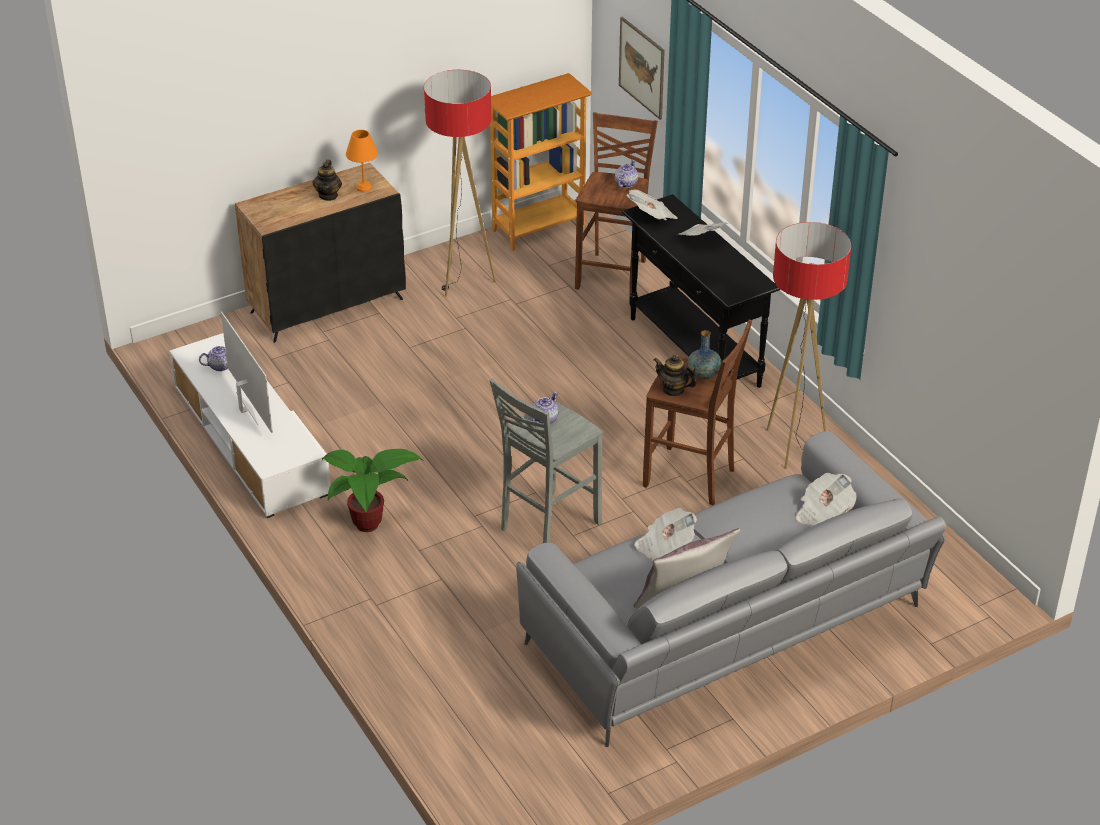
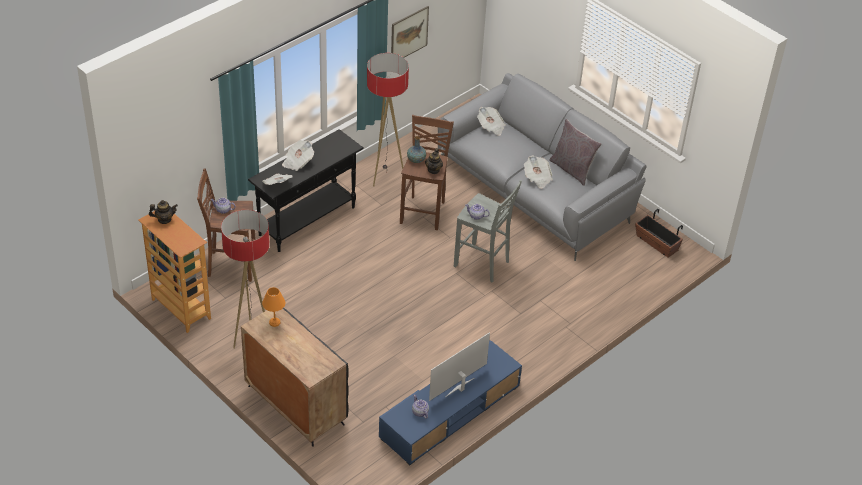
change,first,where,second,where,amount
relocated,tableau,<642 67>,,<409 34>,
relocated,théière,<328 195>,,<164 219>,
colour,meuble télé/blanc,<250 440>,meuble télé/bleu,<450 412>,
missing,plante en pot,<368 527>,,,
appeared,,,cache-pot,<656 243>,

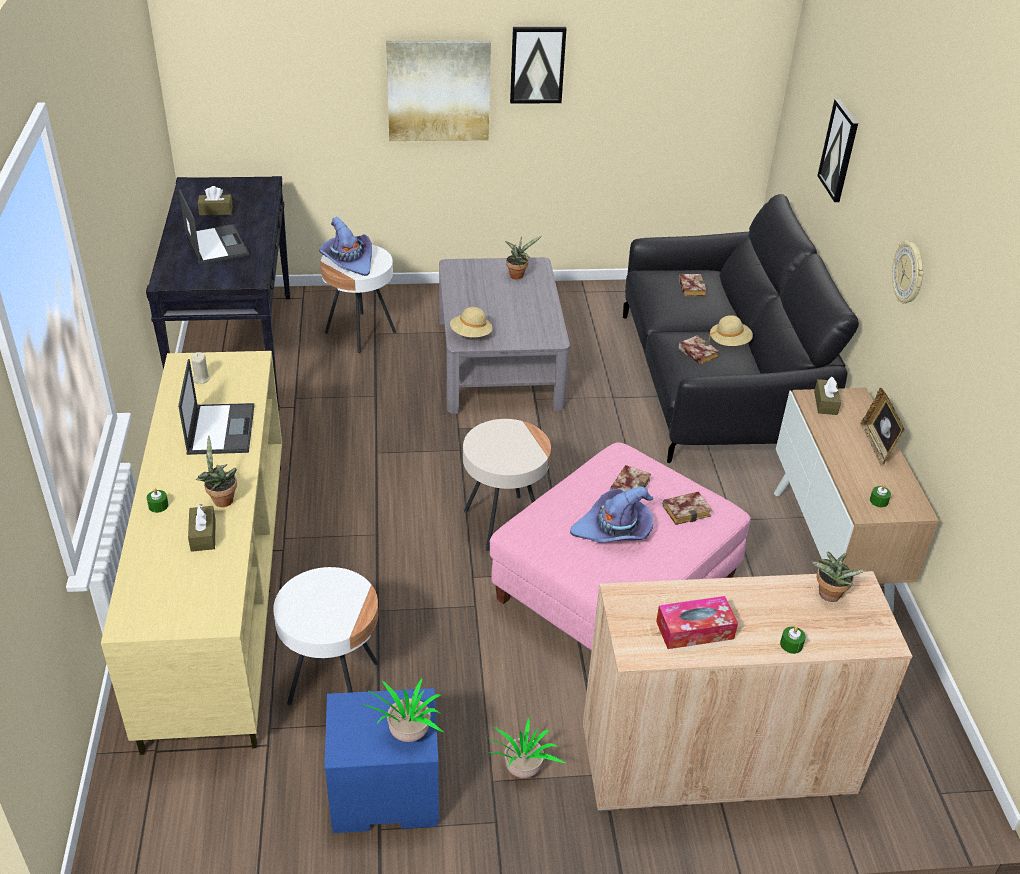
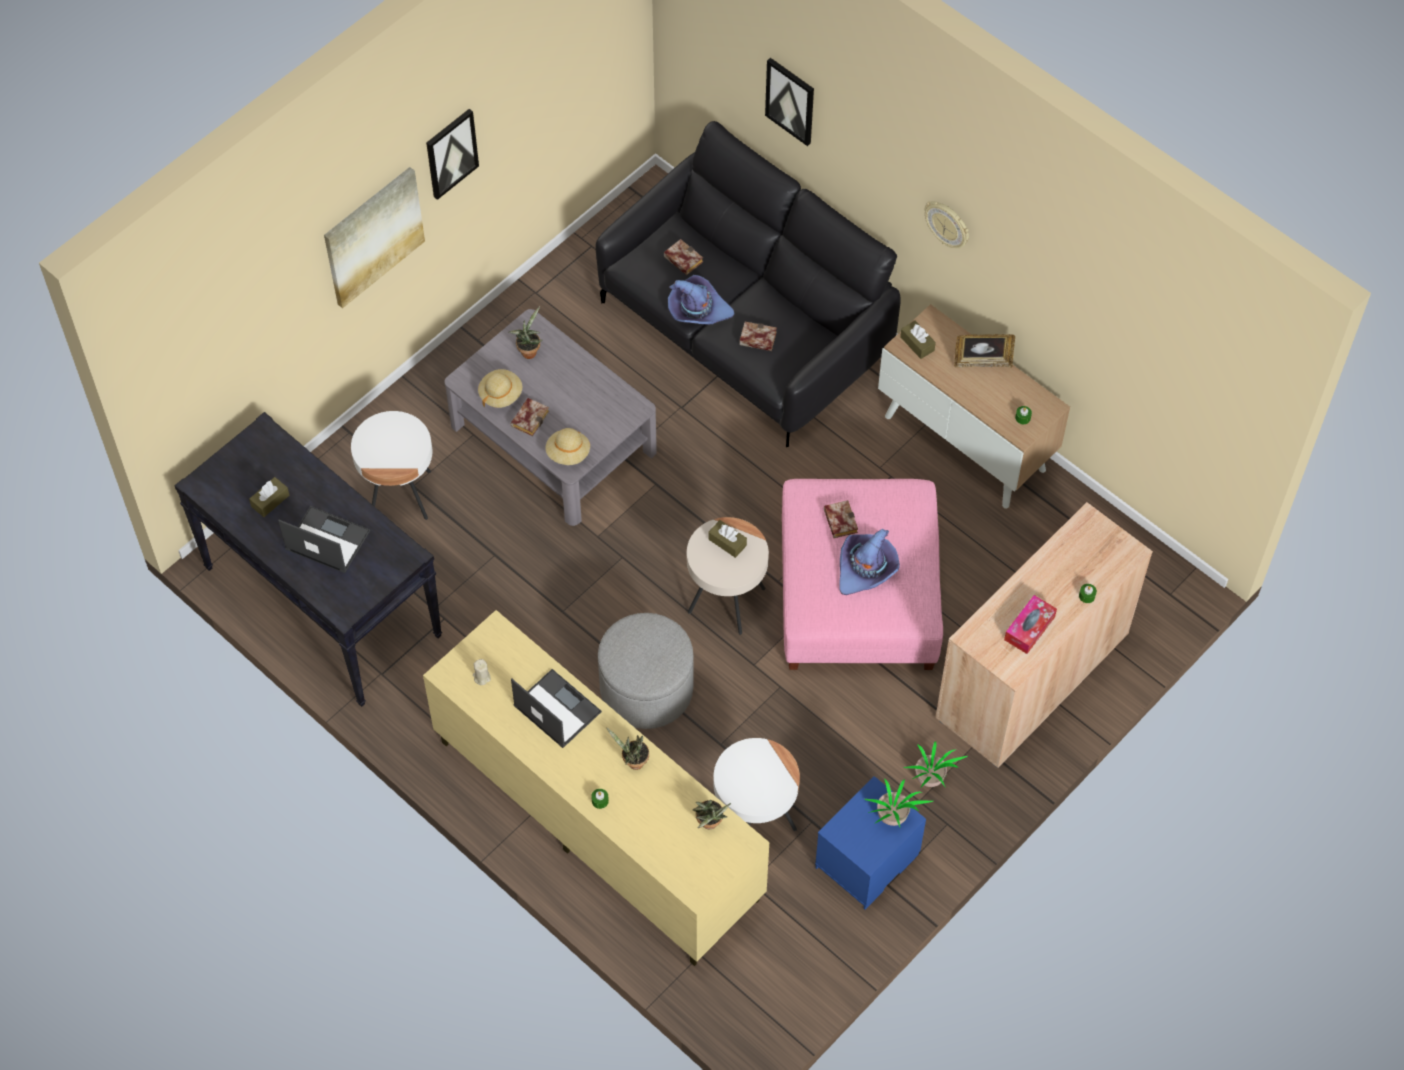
change,first,where,second,where,amount
relocated,chapeau/violet,<348 261>,,<697 310>,
relocated,chapeau/beige,<729 342>,,<500 394>,
spun,cadre photo,<877 445>,,<982 362>,45 degrees counterclockwise
relocated,livre,<687 510>,,<529 417>,
relocated,boîte à mouchoirs/marron,<203 535>,,<727 542>,
relocated,plante en pot,<828 596>,,<709 824>,
appeared,,,pouf/gris,<646 689>,

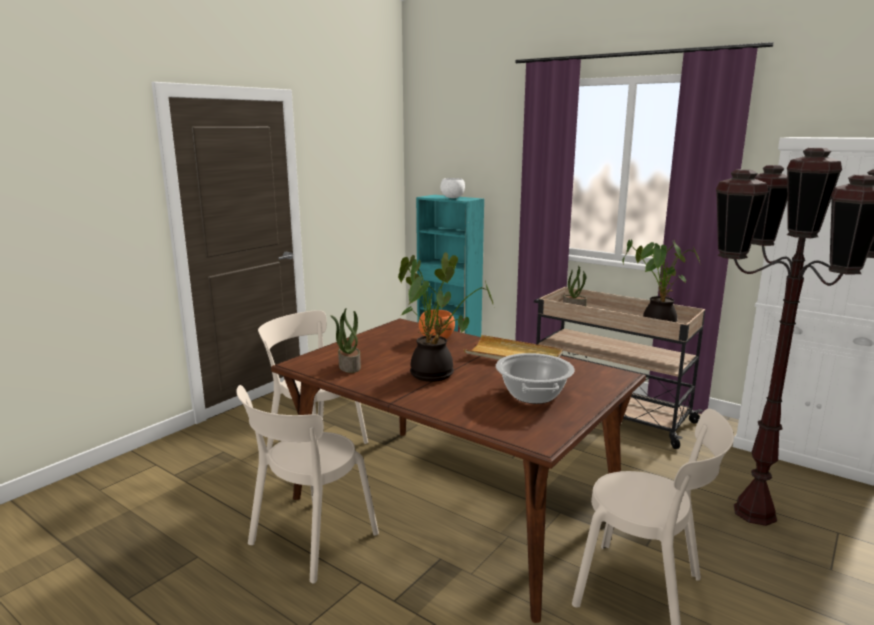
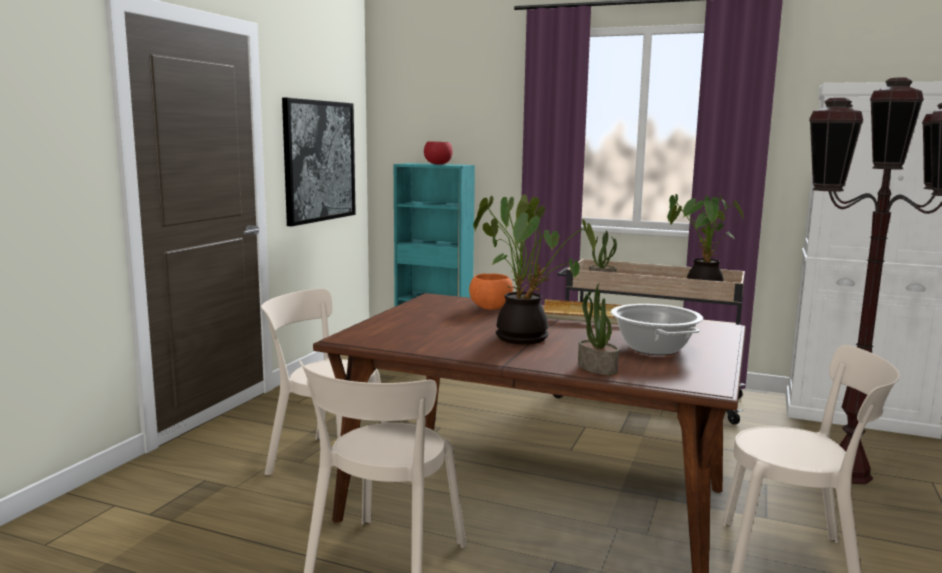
change,first,where,second,where,amount
colour,bol/blanc,<453 197>,bol/rouge,<438 164>,
relocated,plante en pot,<349 366>,,<596 368>,
appeared,,,tableau,<319 161>,

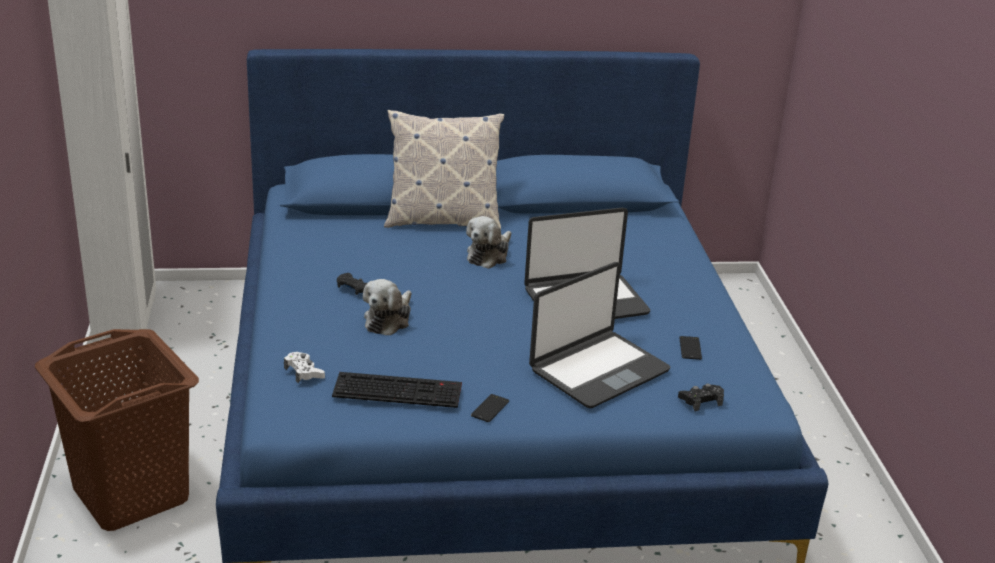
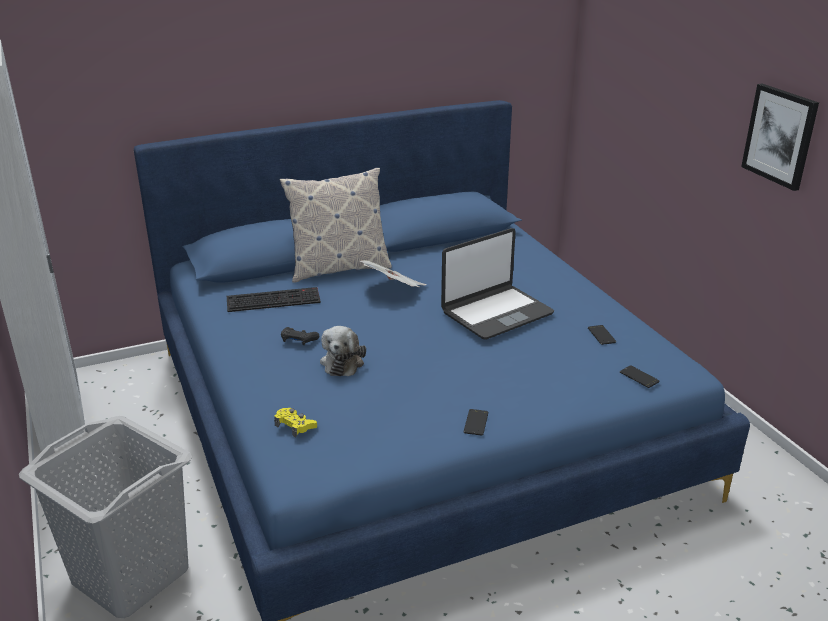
change,first,where,second,where,amount
exchanged,peluche,<489 255>,journal,<394 290>,
missing,ordinateur portable,<598 370>,,,
colour,panier à linge/marron,<131 494>,panier à linge/gris,<131 574>,
colour,manette/blanc,<304 372>,manette/jaune,<295 426>,
relocated,clavier,<399 390>,,<274 299>,
exchanged,manette/noir,<701 401>,téléphone,<639 377>,
appeared,,,tableau,<780 136>,

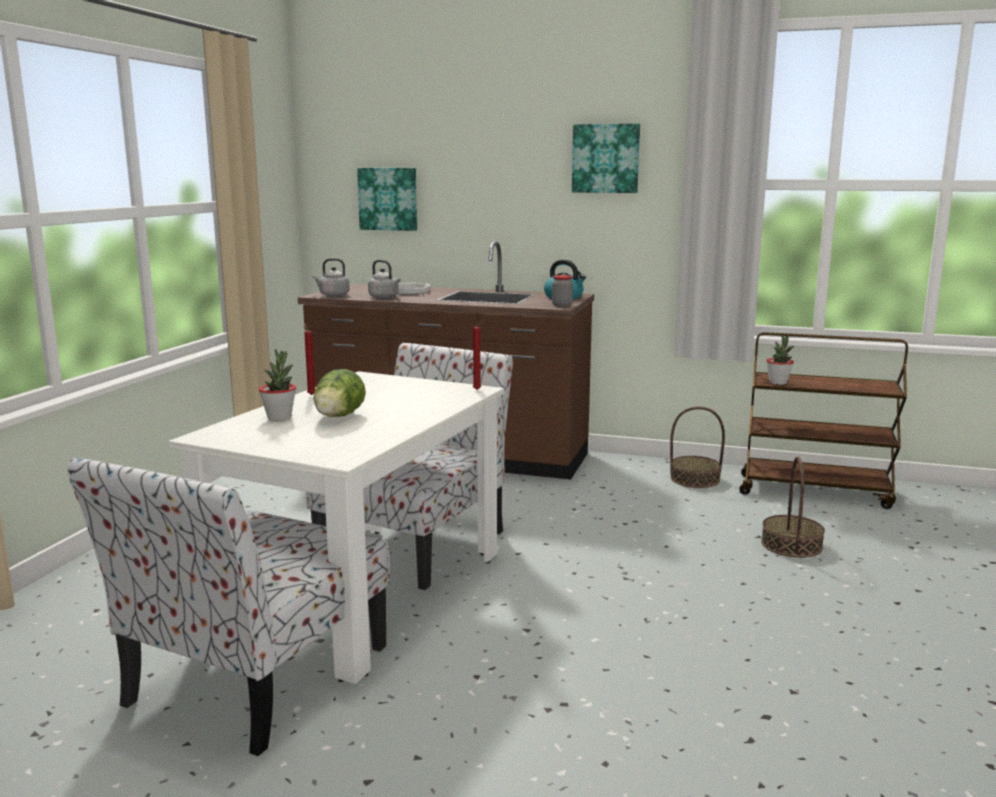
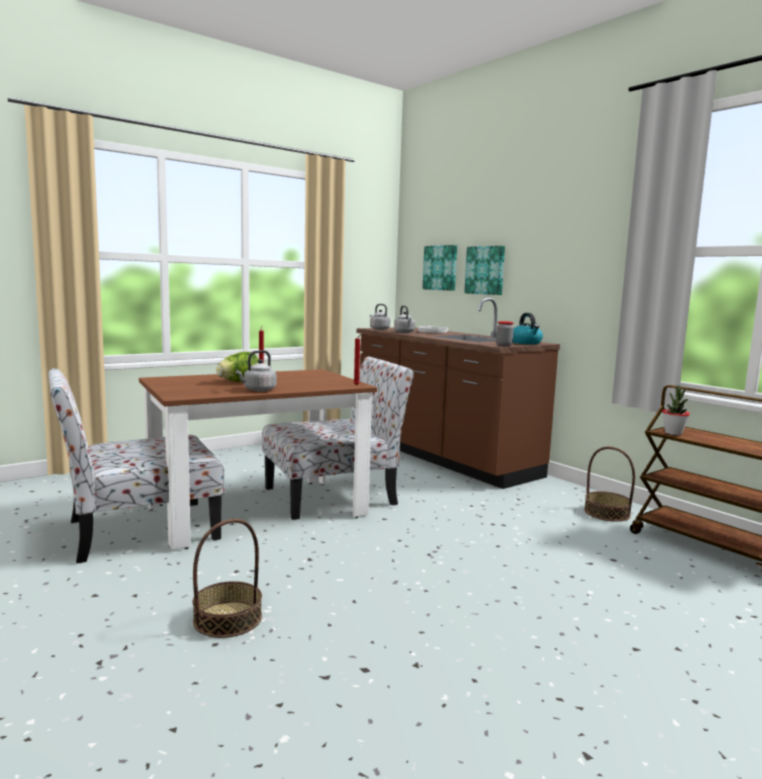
change,first,where,second,where,amount
relocated,tableau,<606 158>,,<485 270>,
missing,plante en pot,<279 418>,,,
colour,table à manger/blanc,<362 594>,table à manger/marron,<257 511>,
relocated,panier,<791 545>,,<227 619>,
appeared,,,bouilloire/gris,<258 390>,

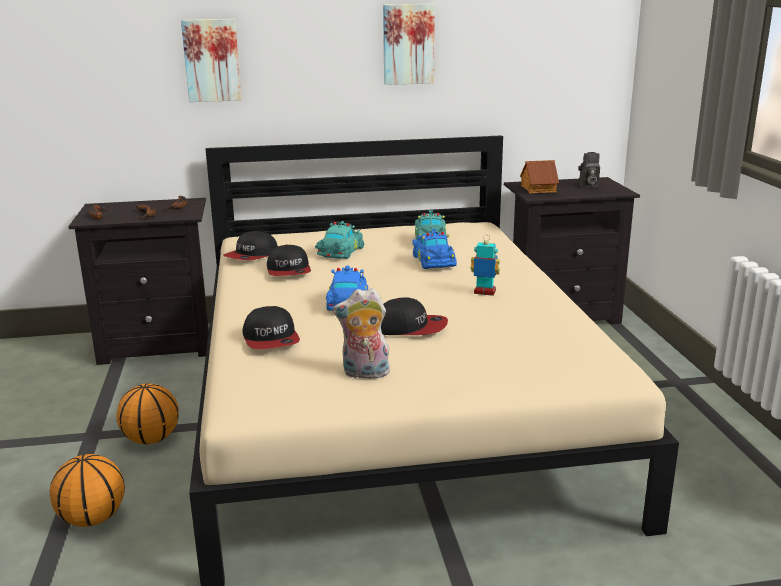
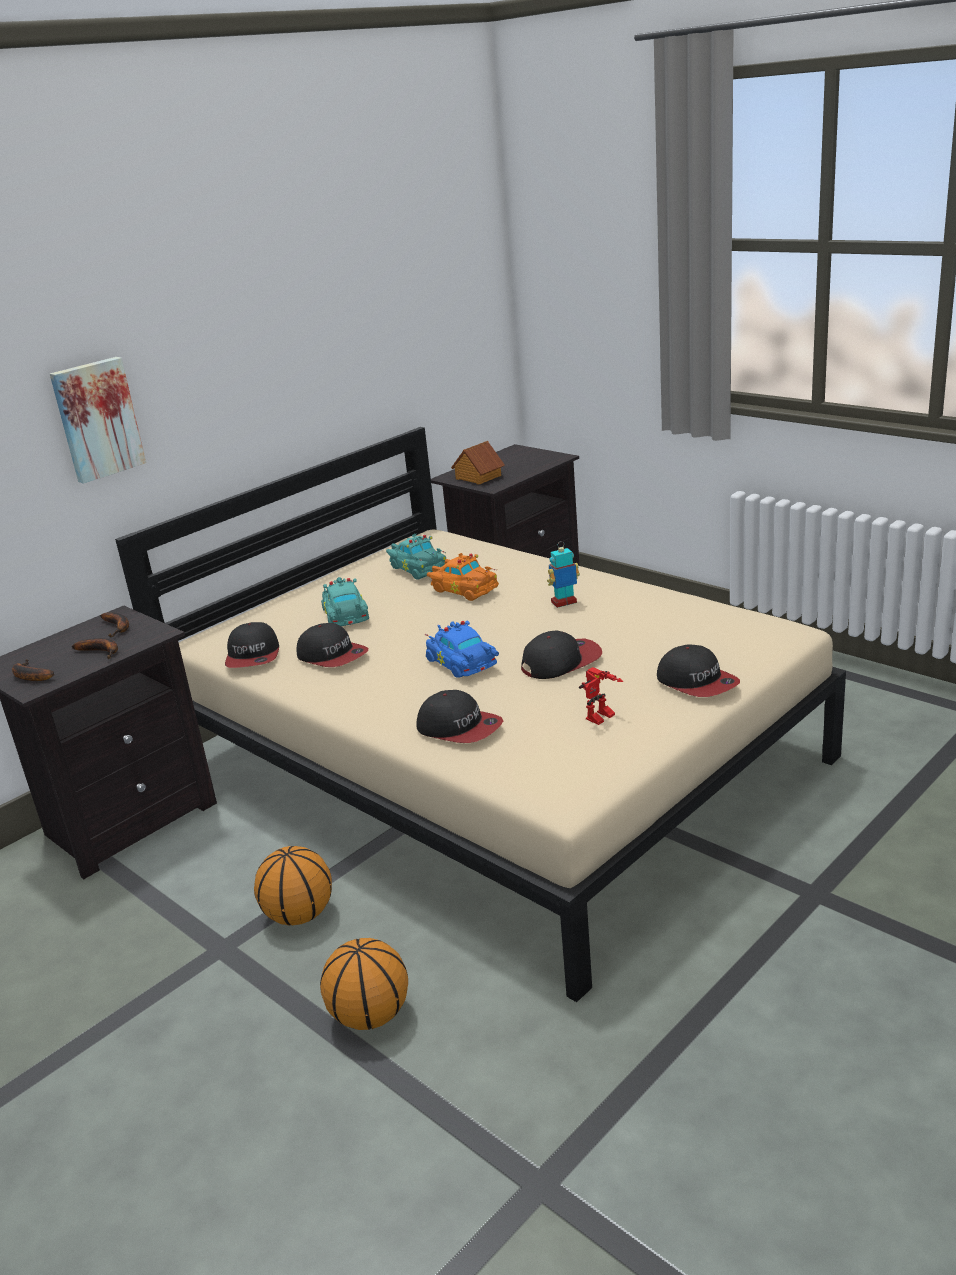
change,first,where,second,where,amount
missing,tableau,<408 44>,,,
missing,appareil photo,<588 186>,,,
colour,petite voiture/bleu,<434 260>,petite voiture/orange,<464 588>,
exchanged,peluche,<364 374>,robot jouet,<601 719>,
appeared,,,casquette,<697 682>,

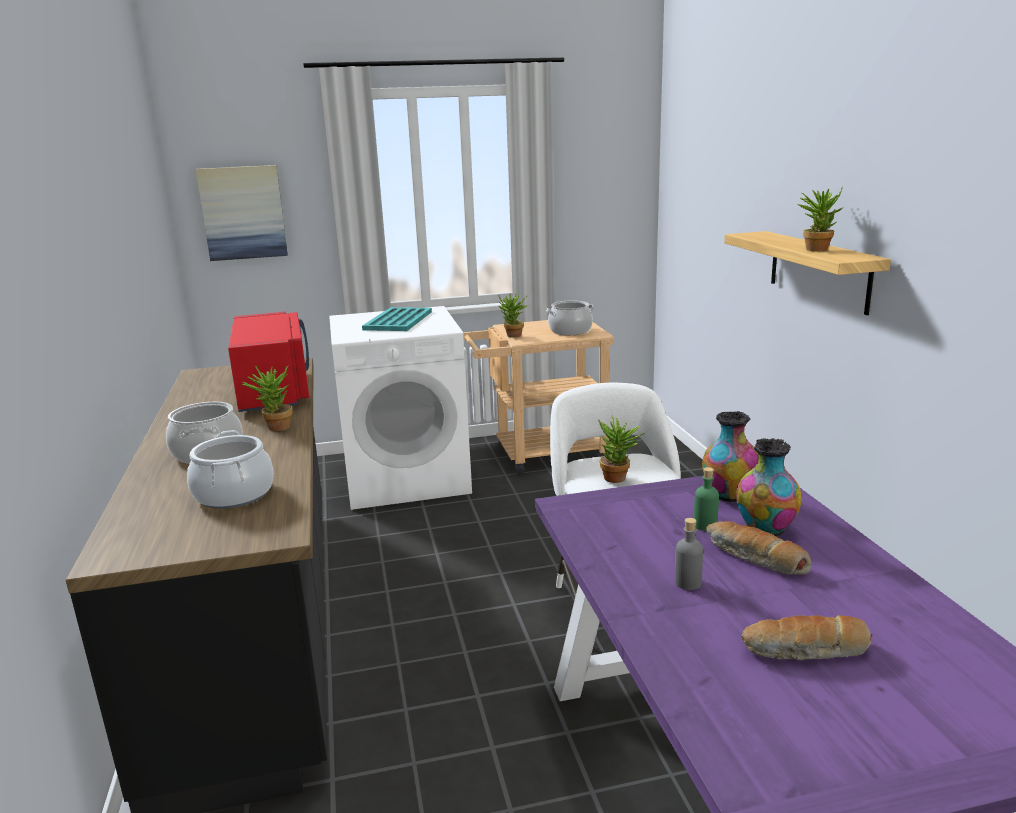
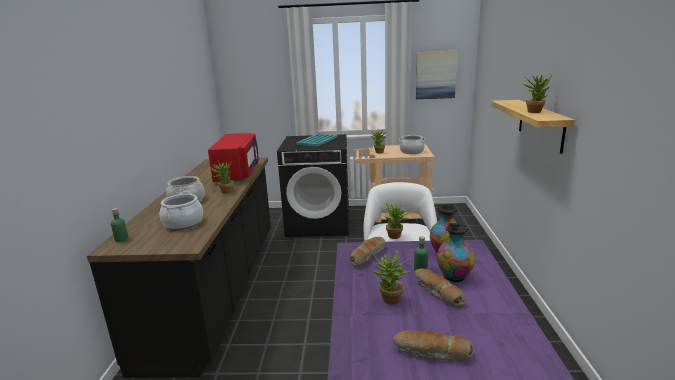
change,first,where,second,where,amount
relocated,tableau,<243 213>,,<435 75>,
colour,lave-linge/blanc,<407 478>,lave-linge/noir,<319 223>,
exchanged,bouteille/gris,<687 583>,plante en pot,<389 301>,
appeared,,,bouteille/vert,<121 239>,
appeared,,,pain,<367 256>,

